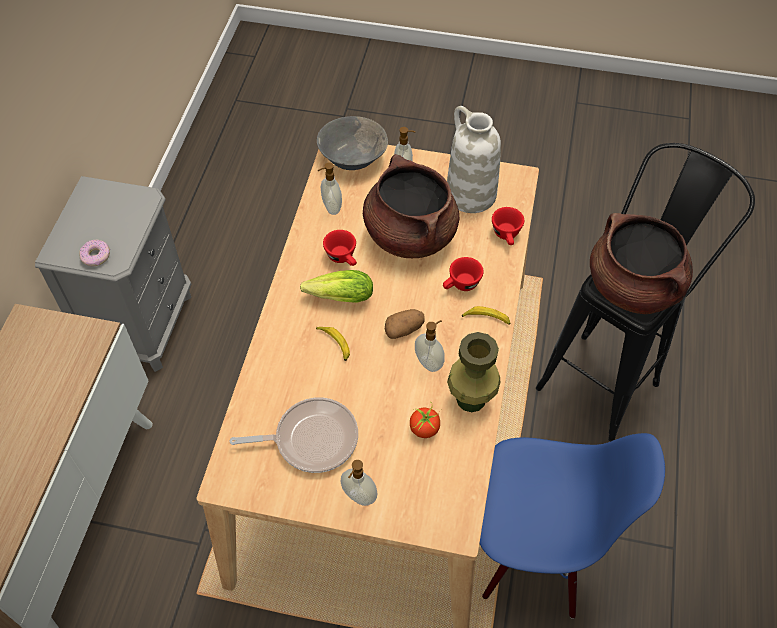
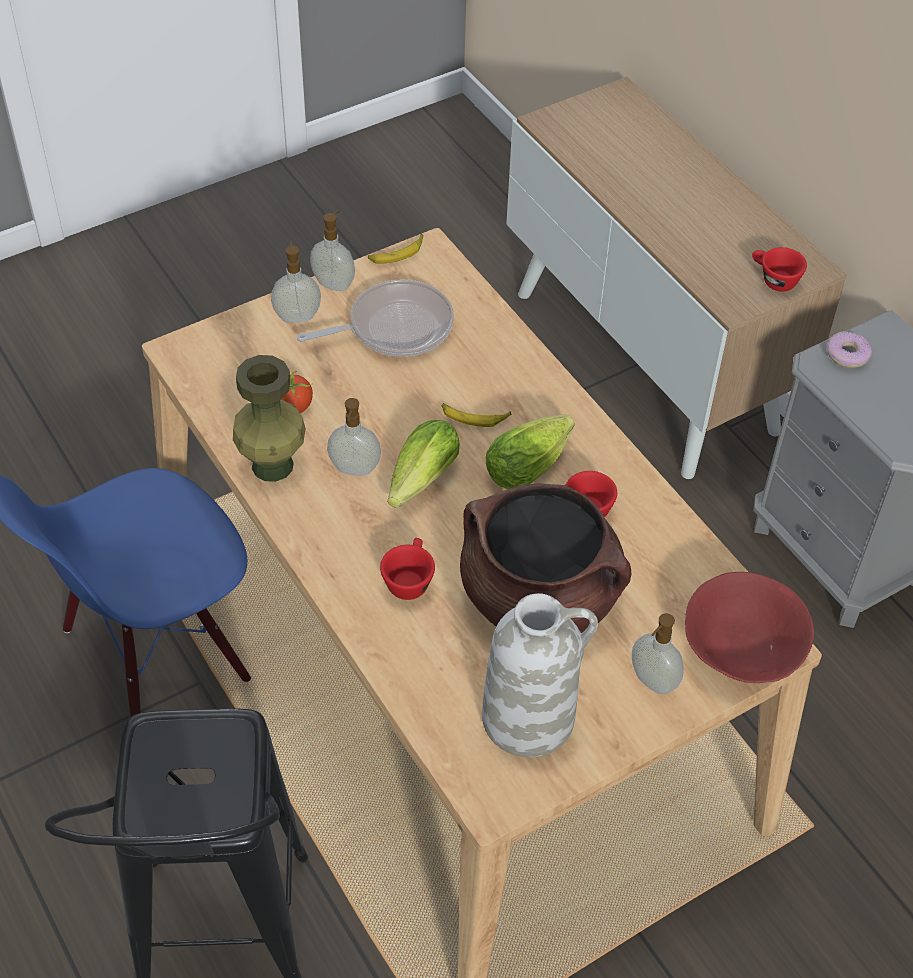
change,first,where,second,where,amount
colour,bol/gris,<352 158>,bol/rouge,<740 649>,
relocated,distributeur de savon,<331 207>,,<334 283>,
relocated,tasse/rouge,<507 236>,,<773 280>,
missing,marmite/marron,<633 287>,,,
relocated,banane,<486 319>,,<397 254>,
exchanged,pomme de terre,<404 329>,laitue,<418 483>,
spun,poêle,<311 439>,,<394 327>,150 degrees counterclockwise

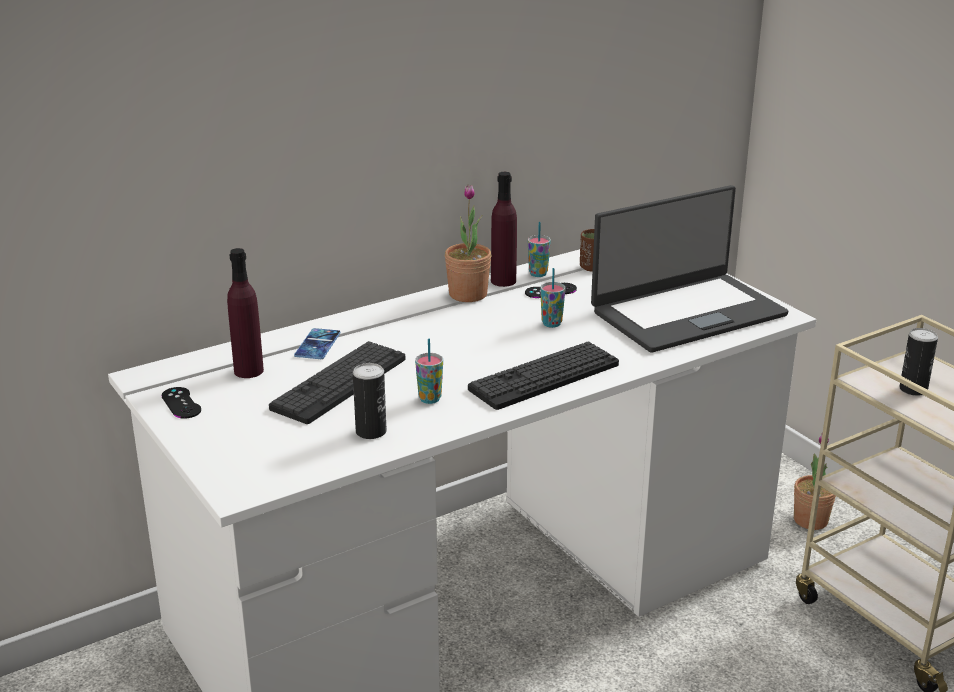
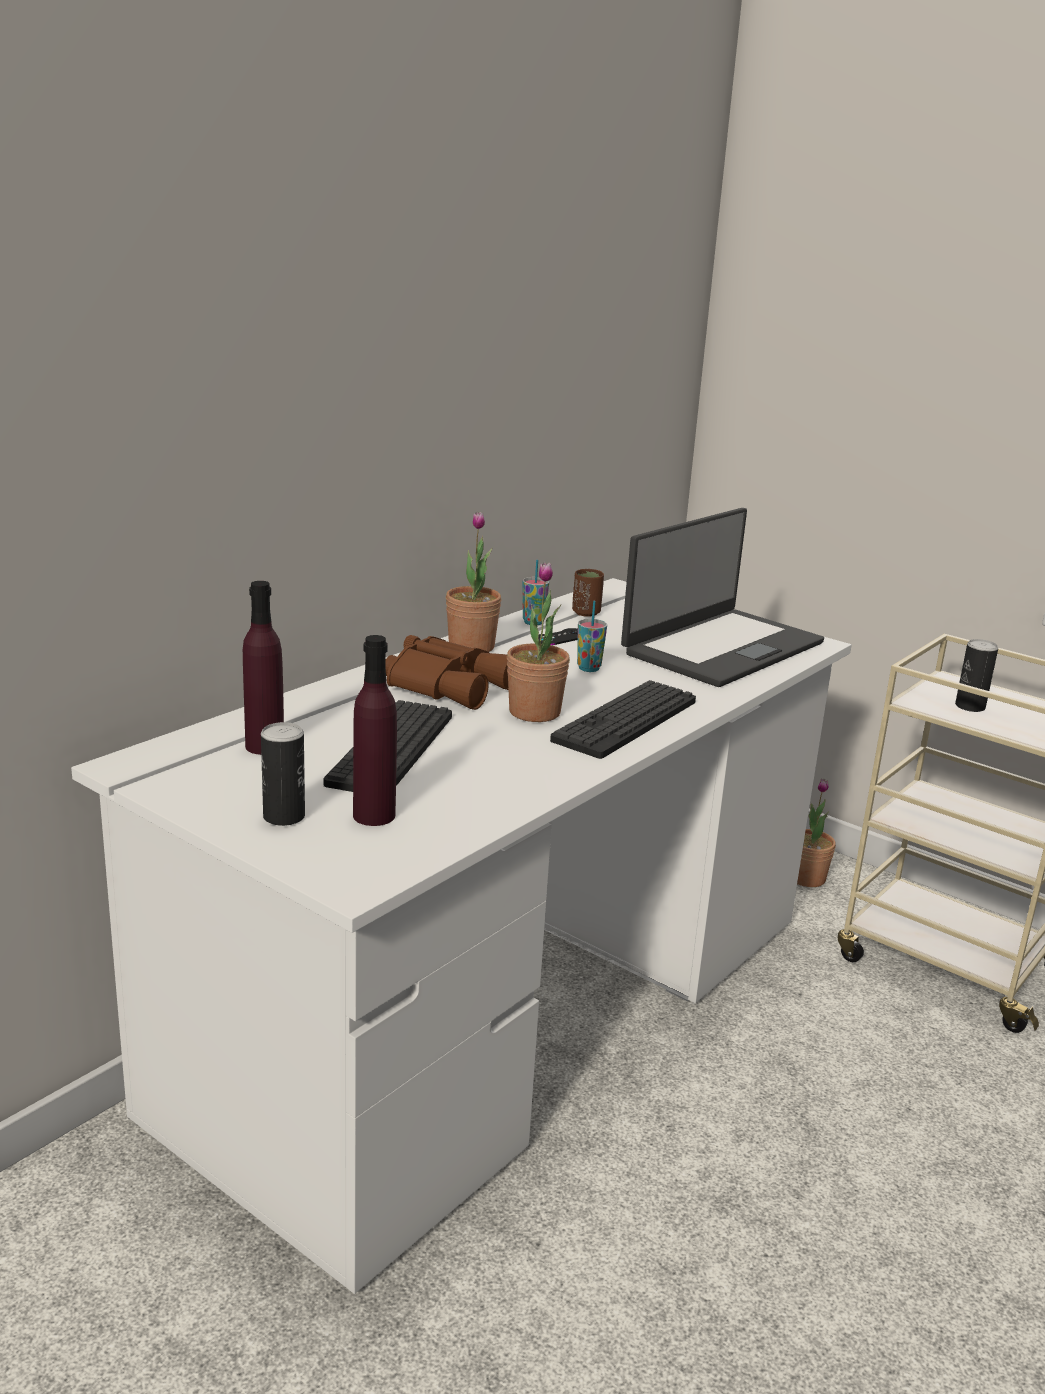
change,first,where,second,where,amount
relocated,bouteille/violet,<503 281>,,<374 815>,
missing,téléphone,<317 344>,,,
missing,tasse,<430 399>,,,
relocated,boîte métallique,<371 431>,,<284 816>,
missing,manette/noir,<181 403>,,,
appeared,,,plante en pot,<534 712>,
appeared,,,jumelles/marron,<448 684>,

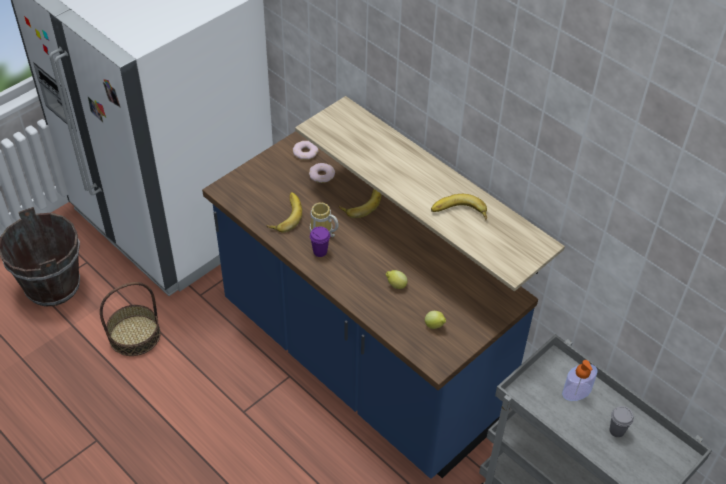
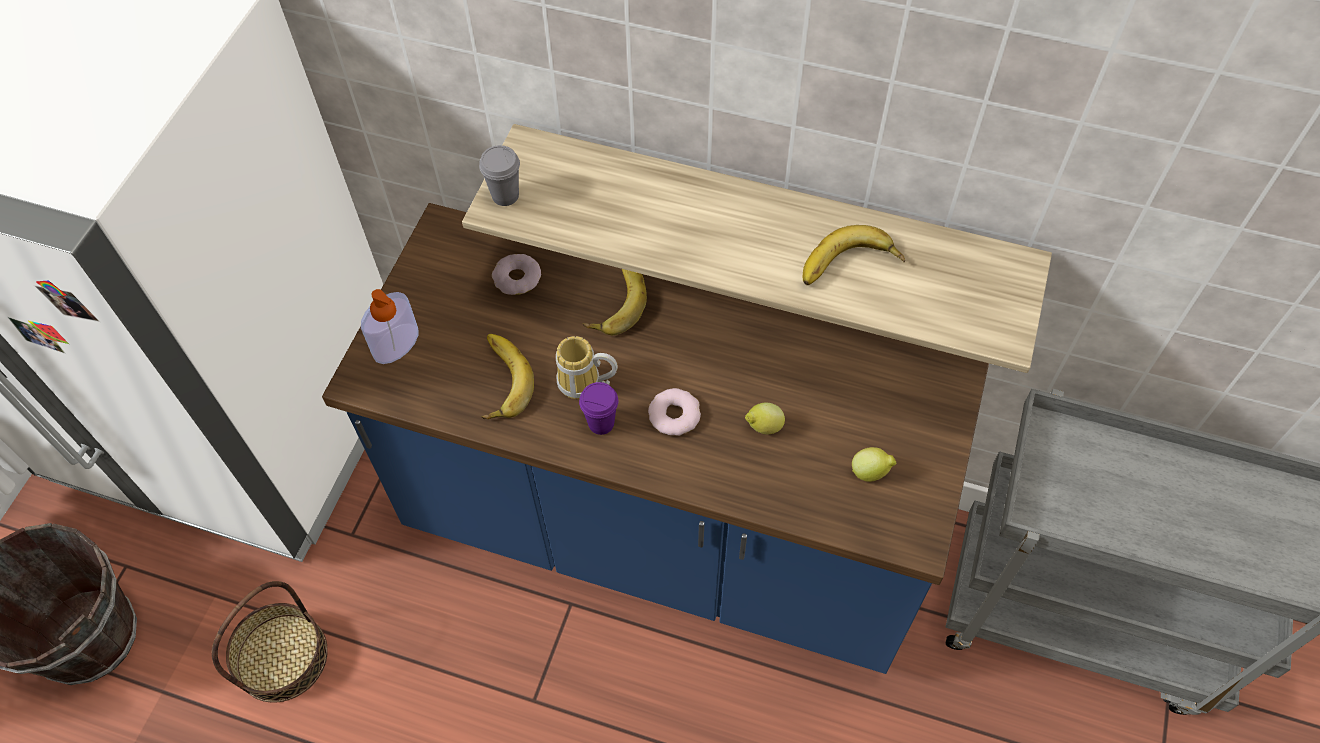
change,first,where,second,where,amount
relocated,beignet,<305 152>,,<674 415>,
relocated,distributeur de savon,<576 391>,,<396 344>,
relocated,tasse/gris,<616 430>,,<505 195>,

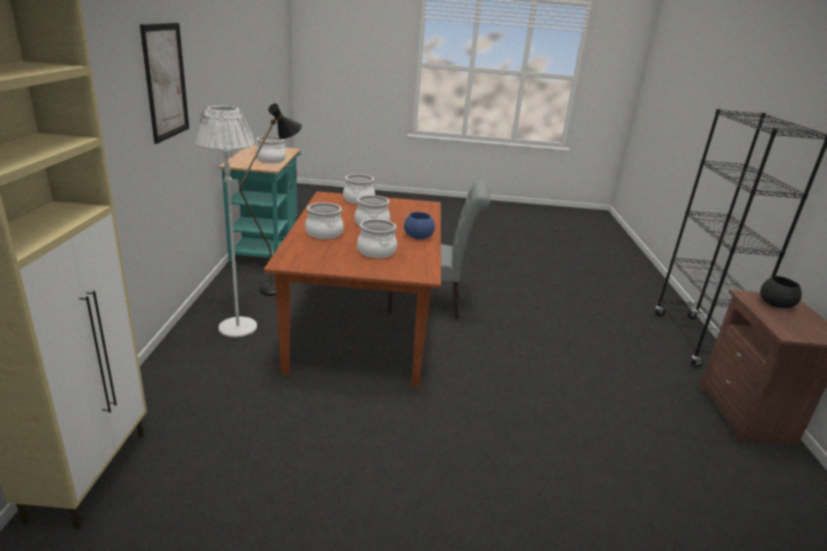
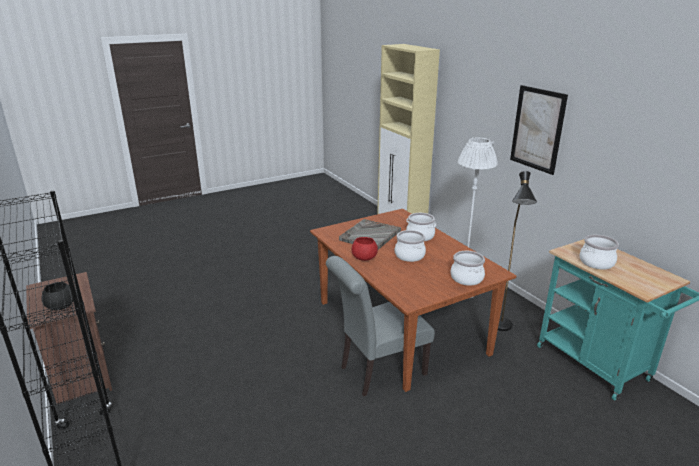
change,first,where,second,where,amount
colour,bol/bleu,<419 236>,bol/rouge,<363 257>,
exchanged,marmite,<377 251>,plateau/gris,<370 235>,

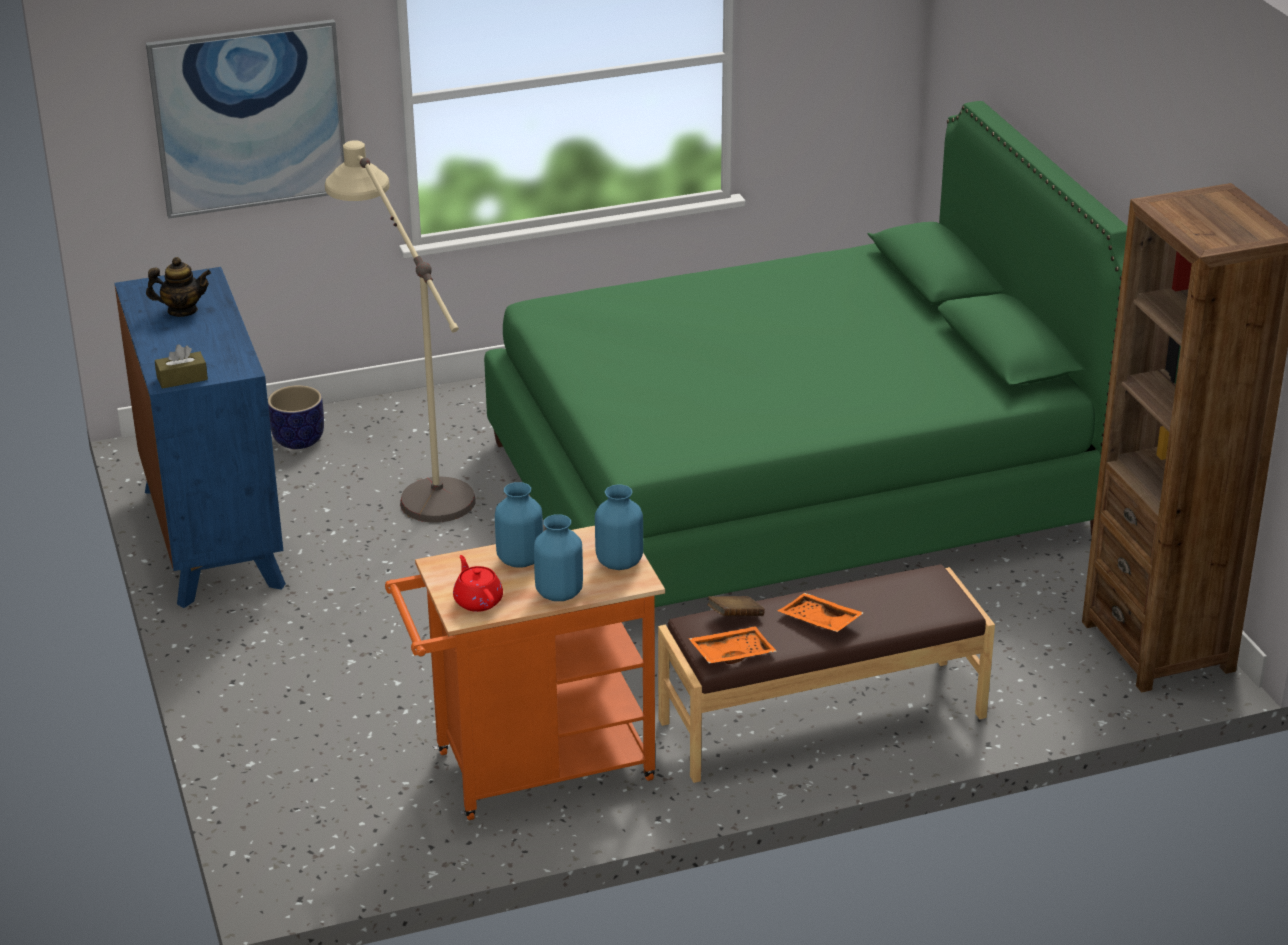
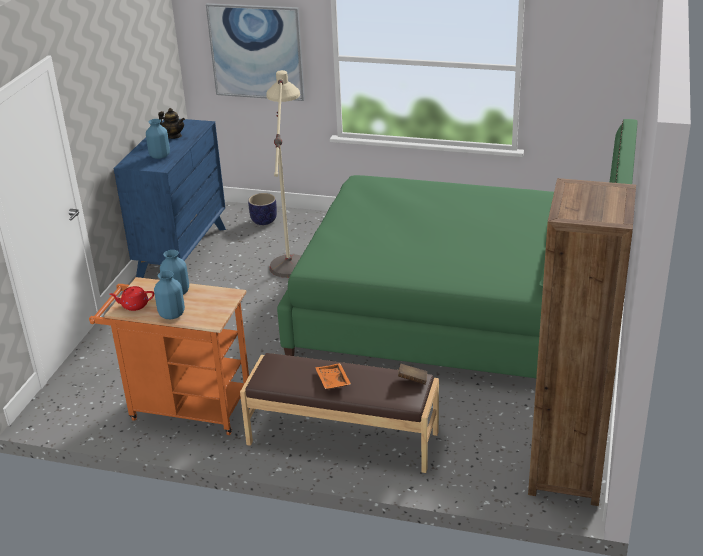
change,first,where,second,where,amount
missing,boîte à mouchoirs/marron,<182 378>,,,
relocated,vase/bleu,<619 561>,,<160 156>,
spun,théière/rouge,<477 600>,,<134 305>,105 degrees counterclockwise
relocated,livre/marron,<735 617>,,<412 380>,
missing,plateau/orange,<731 653>,,,

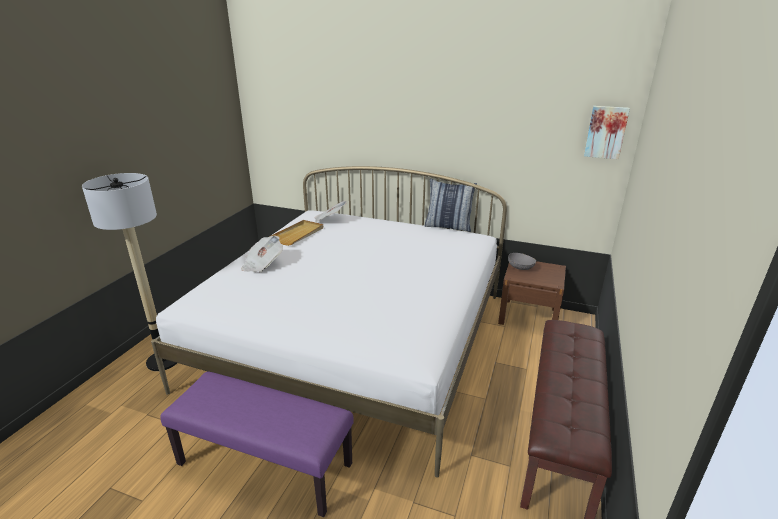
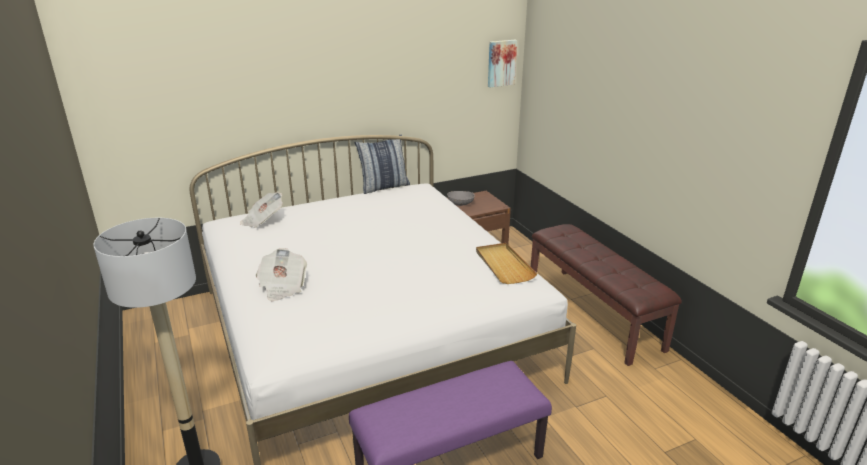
change,first,where,second,where,amount
relocated,plateau/beige,<298 234>,,<503 265>,

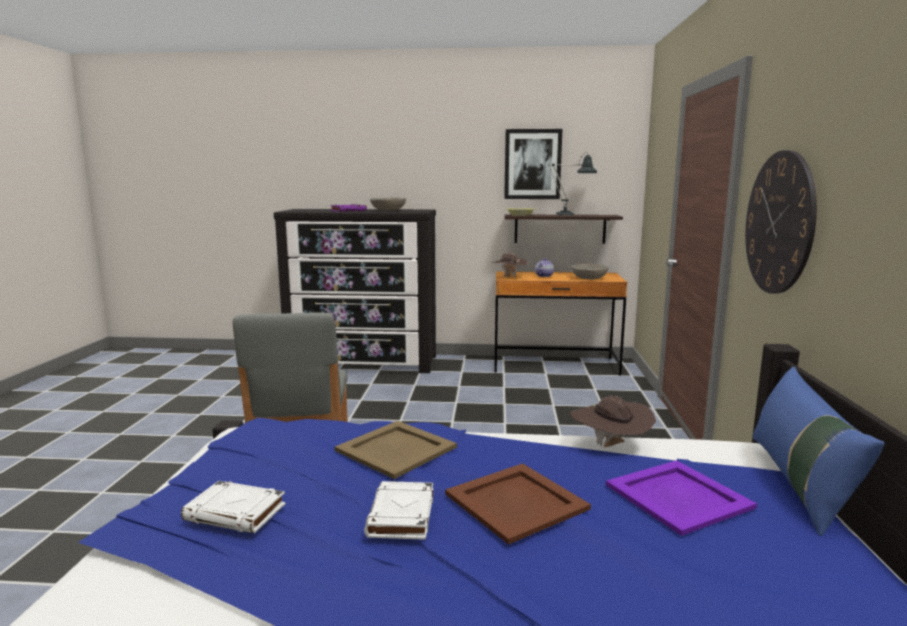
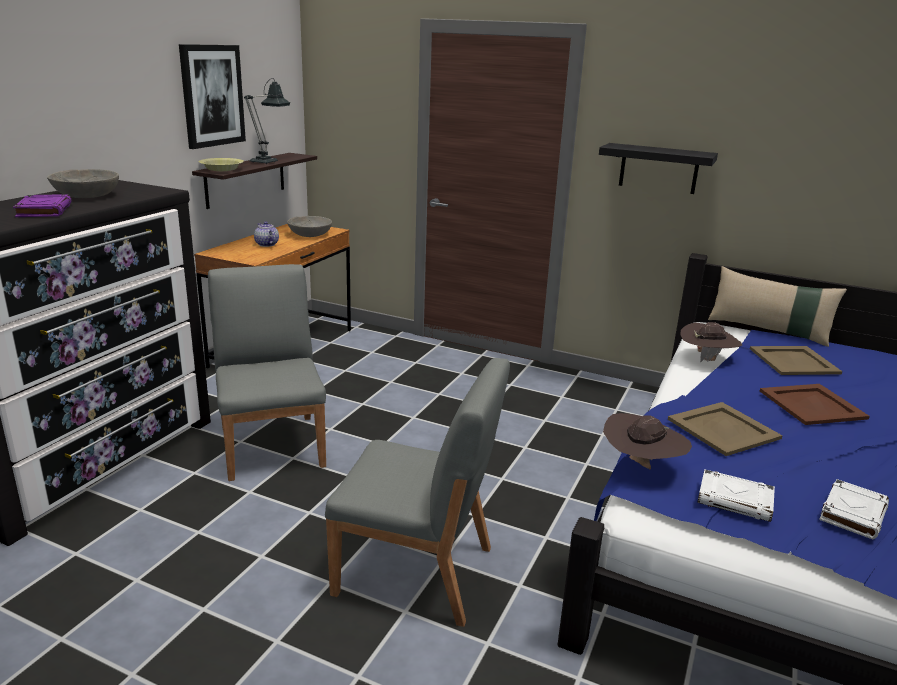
change,first,where,second,where,amount
exchanged,horloge murale,<779 223>,étagère/noir,<658 168>,
relocated,chapeau/marron,<508 277>,,<641 466>,
colour,coussin/bleu,<800 483>,coussin/beige,<768 330>,
colour,plateau/violet,<678 495>,plateau/beige,<793 361>,
relocated,livre/blanc,<401 516>,,<735 500>,
appeared,,,chaise/gris,<273 445>,

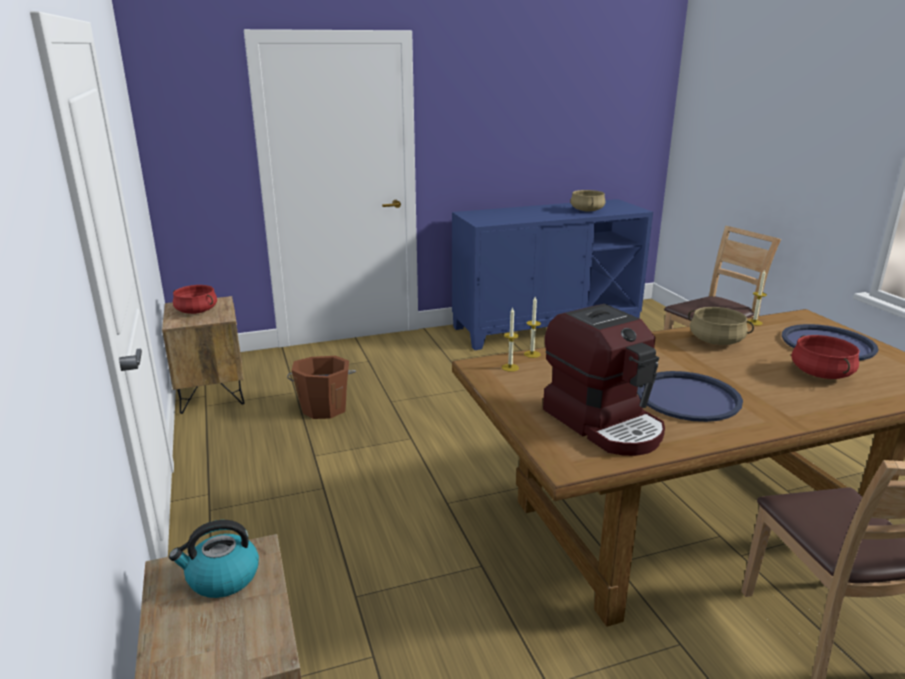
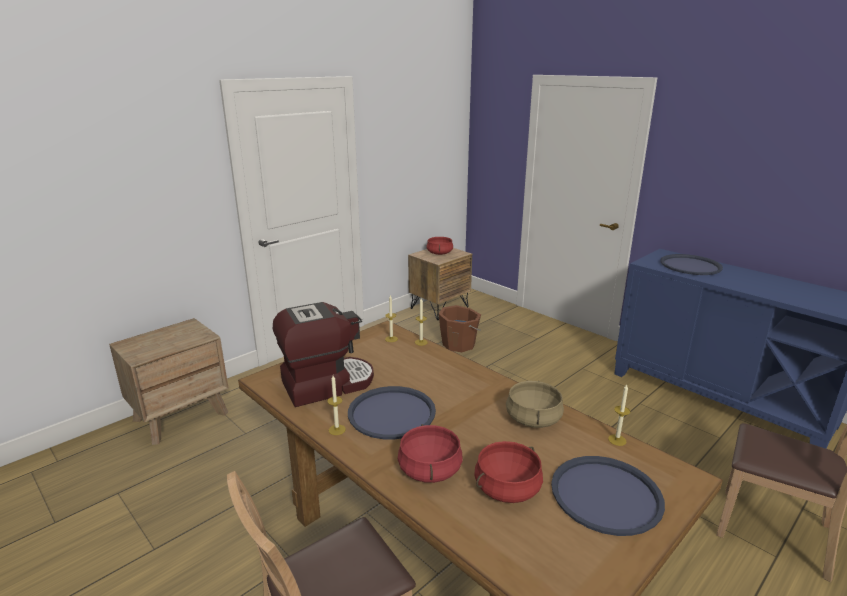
change,first,where,second,where,amount
missing,marmite/beige,<586 210>,,,
spun,machine à café,<604 423>,,<327 383>,150 degrees counterclockwise
missing,bouilloire,<222 578>,,,
appeared,,,plateau/bleu,<690 265>,
appeared,,,bougie,<337 430>,
appeared,,,marmite/rouge,<429 469>,

